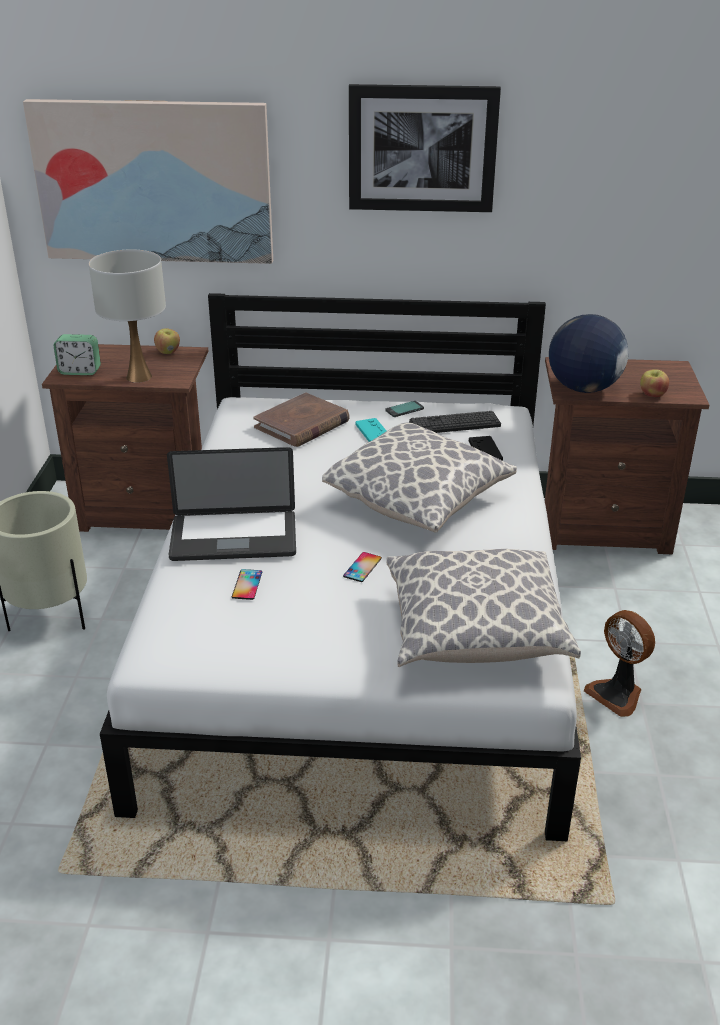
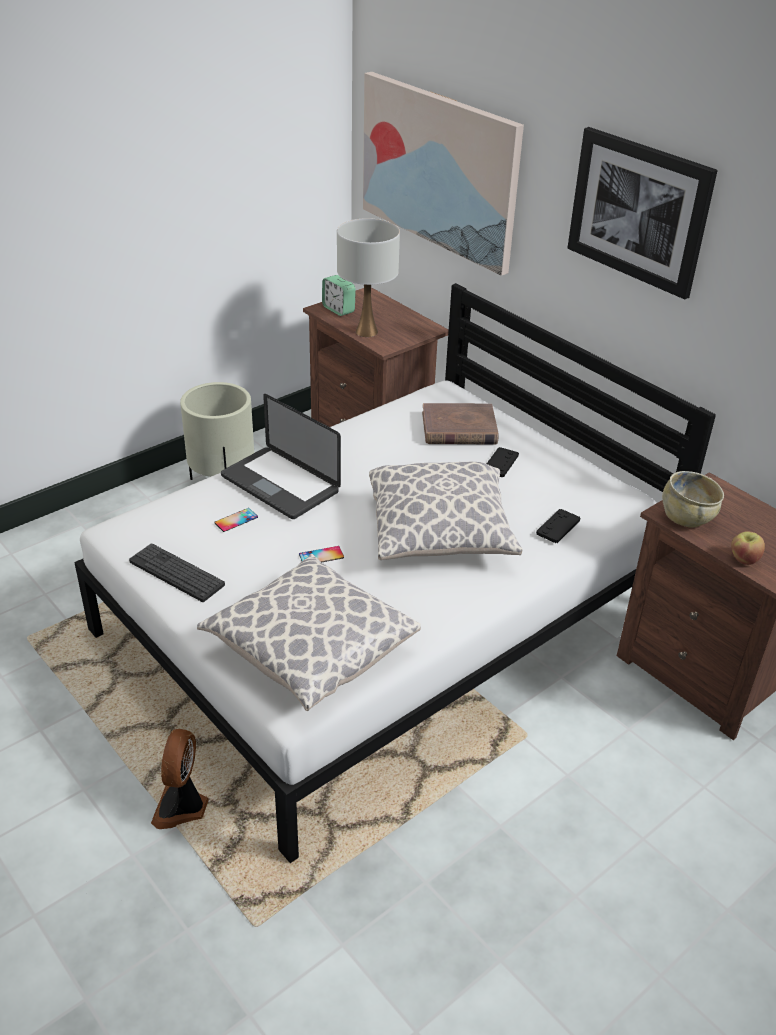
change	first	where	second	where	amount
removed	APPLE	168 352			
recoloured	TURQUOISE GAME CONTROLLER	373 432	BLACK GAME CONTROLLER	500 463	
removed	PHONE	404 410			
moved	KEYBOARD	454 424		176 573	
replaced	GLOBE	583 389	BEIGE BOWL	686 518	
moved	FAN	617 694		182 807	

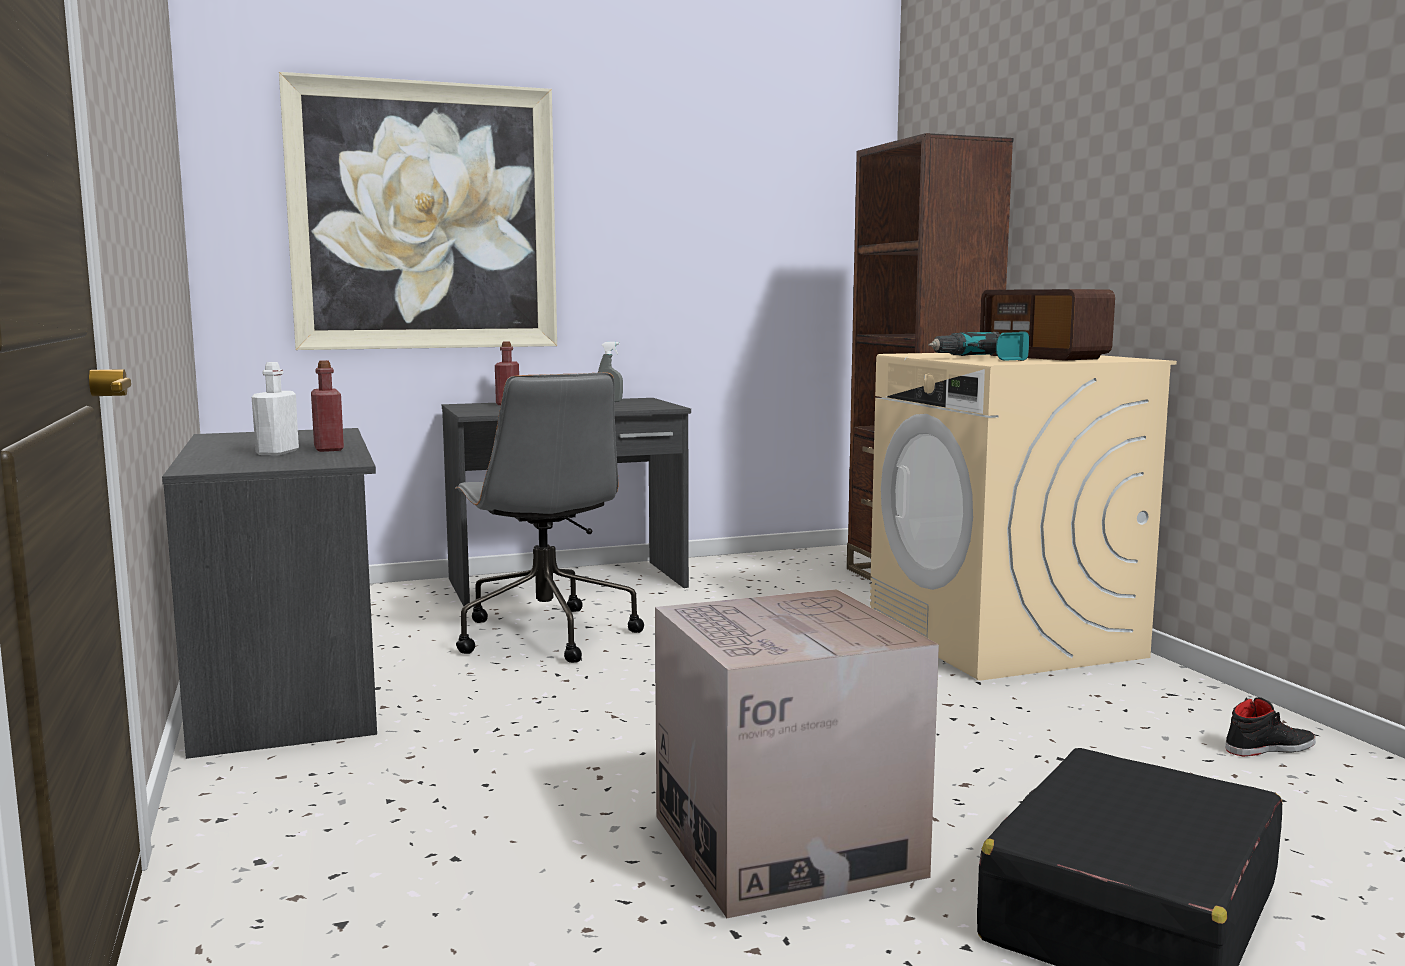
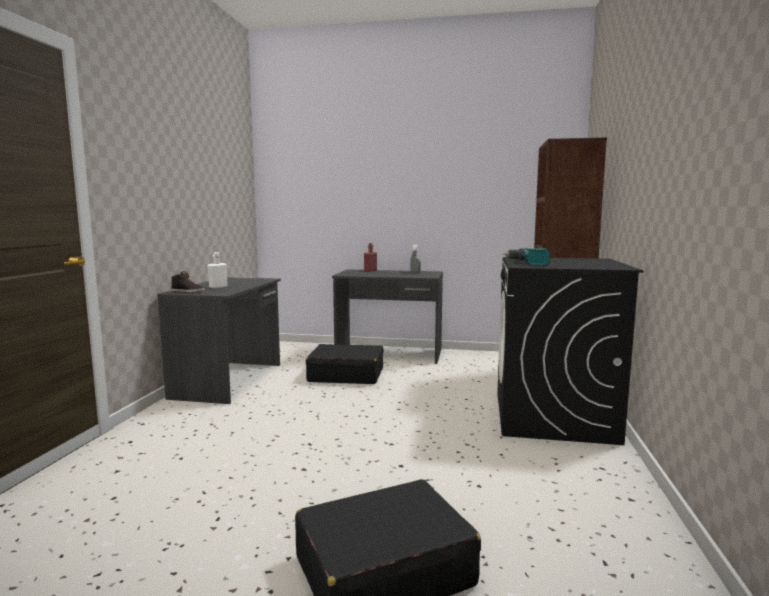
change	first	where	second	where	amount
removed	PICTURE	424 217			
removed	RED BOTTLE	328 449			
replaced	GREY OFFICE CHAIR	544 634	BLACK SUITCASE	346 375	
removed	CARDBOARD BOX	785 845			
recoloured	BEIGE WASHING MACHINE	1003 638	BLACK WASHING MACHINE	553 417	
removed	RADIO	1043 357			
moved	BLACK SHOE	1269 748		188 291	

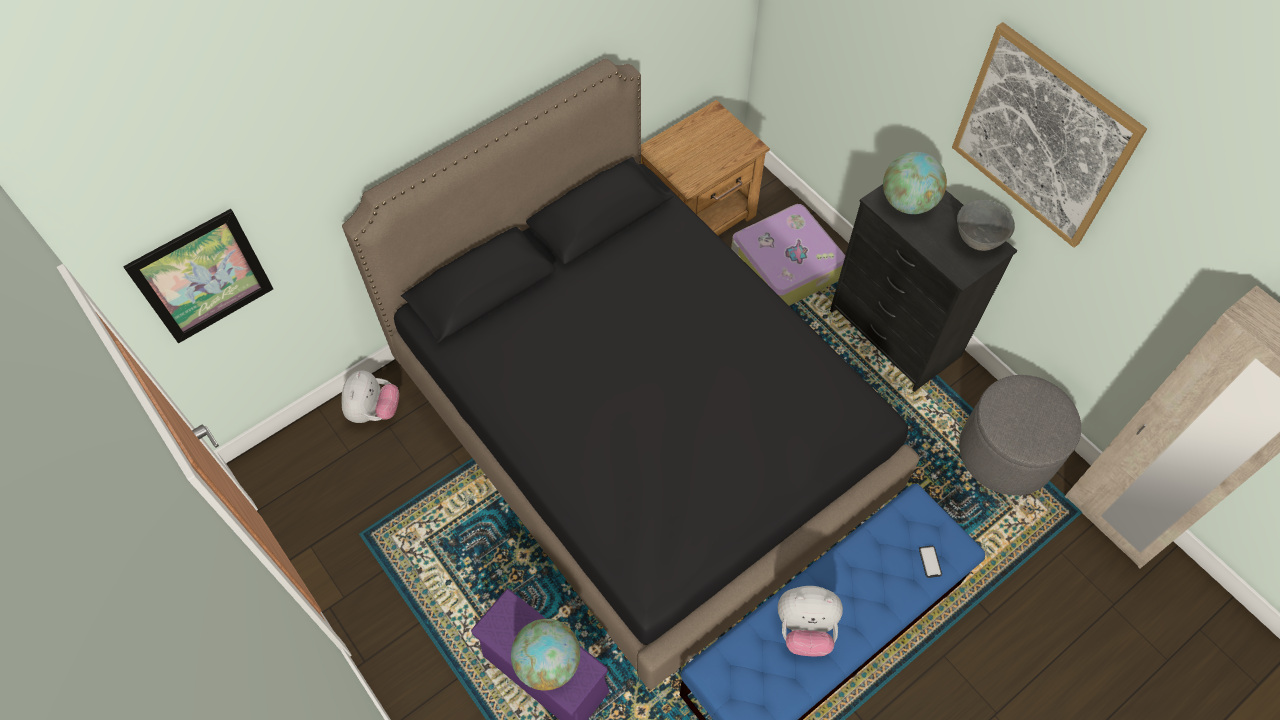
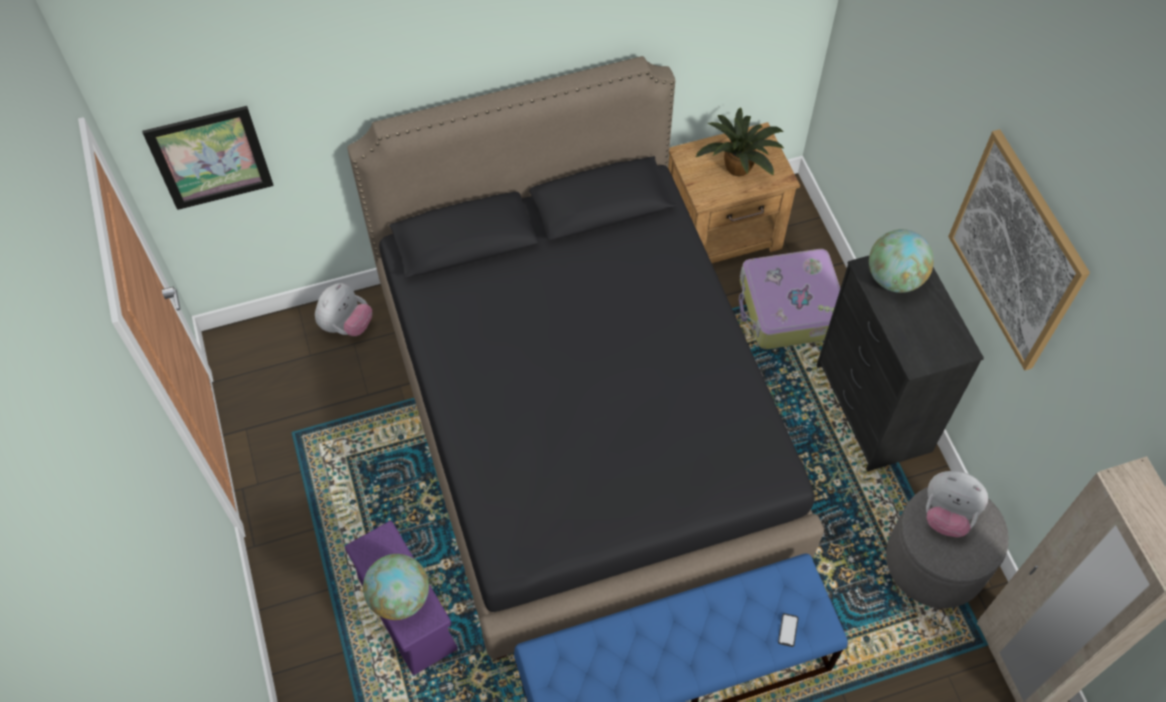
change	first	where	second	where	amount
moved	PLUSH TOY	805 628		947 514	
removed	GREY BOWL	977 239			
added			POTTED PLANT	739 165	

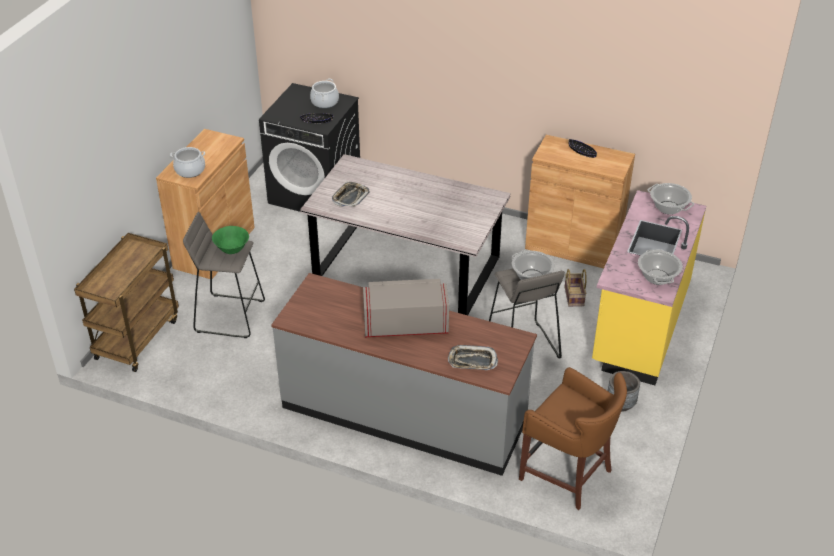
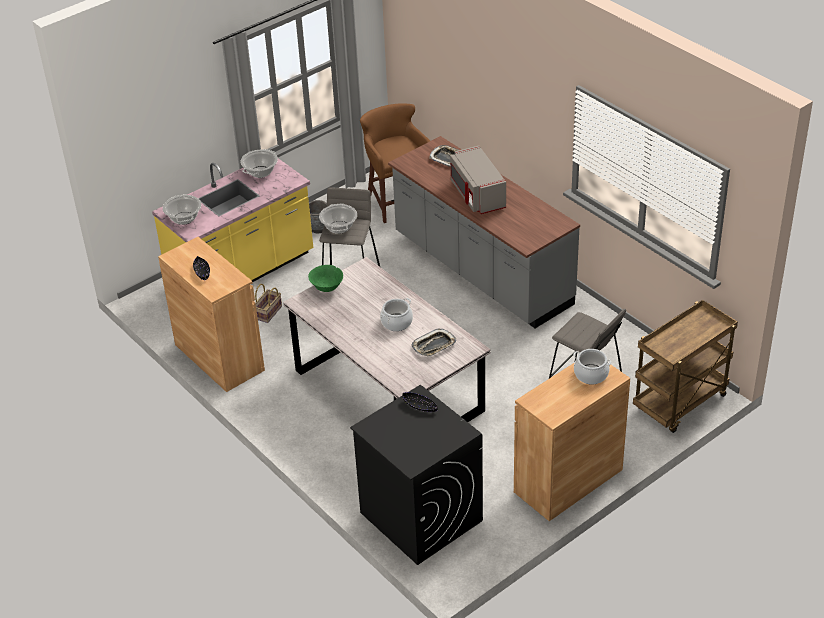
change	first	where	second	where	amount
moved	GREEN BOWL	232 250		327 288	
moved	COOKING POT	324 102		397 322	
turned	GREY MICROWAVE	405 323		476 195	45 degrees clockwise

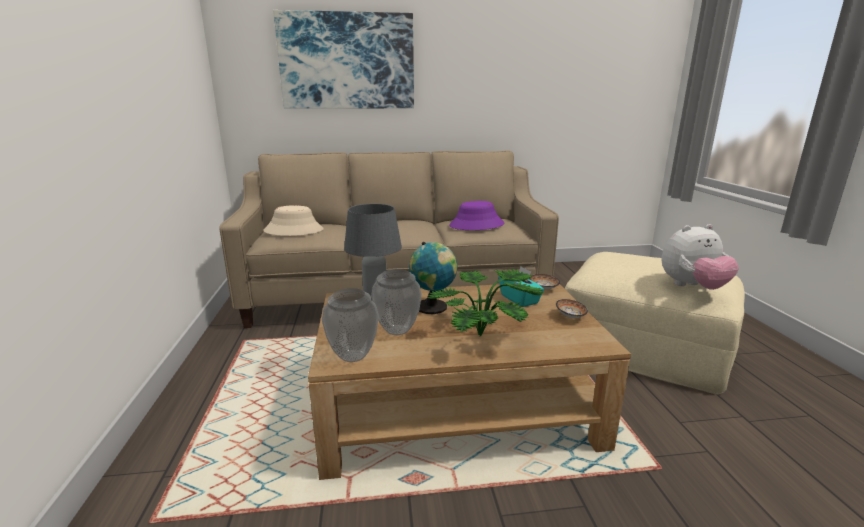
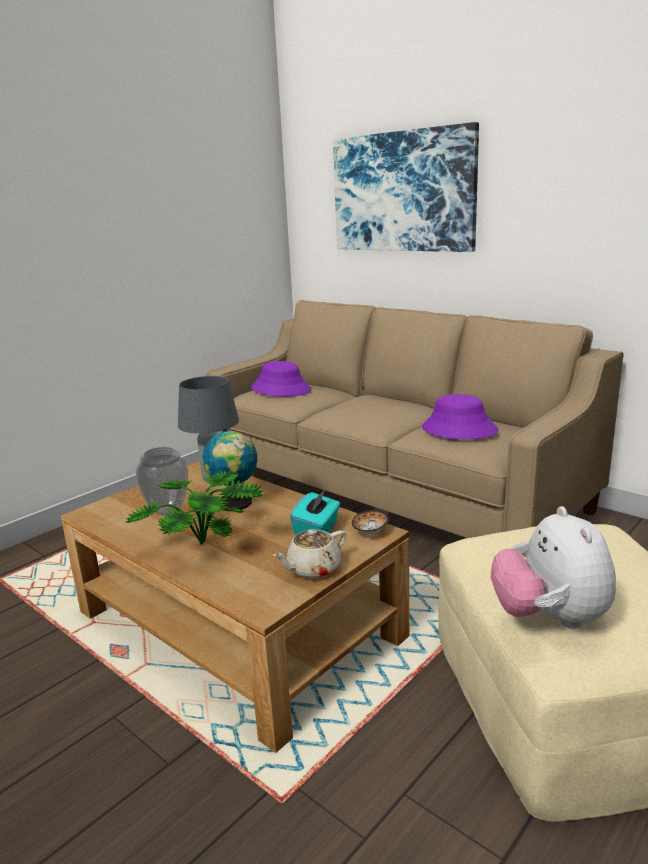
change	first	where	second	where	amount
recoloured	BEIGE HAT	294 230	PURPLE HAT	281 389	
removed	VASE	352 357			
replaced	BOWL	570 316	BEIGE TEAPOT	312 569	
turned	PLUSH TOY	692 287		549 618	45 degrees clockwise

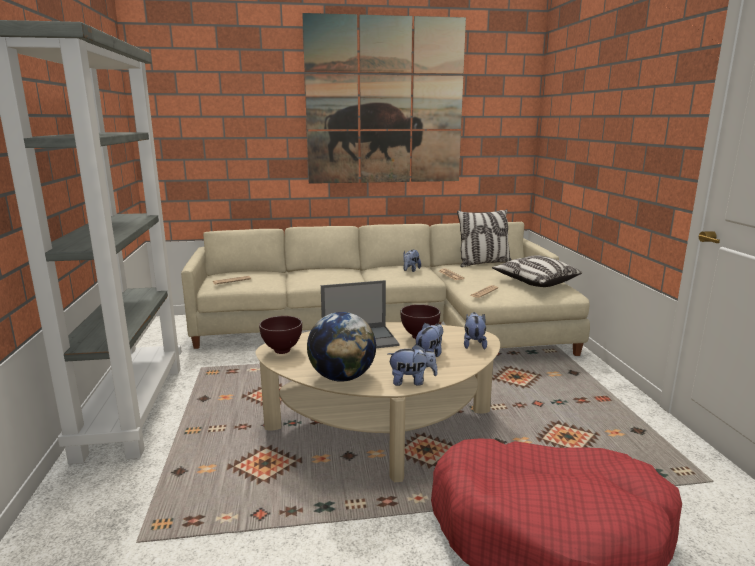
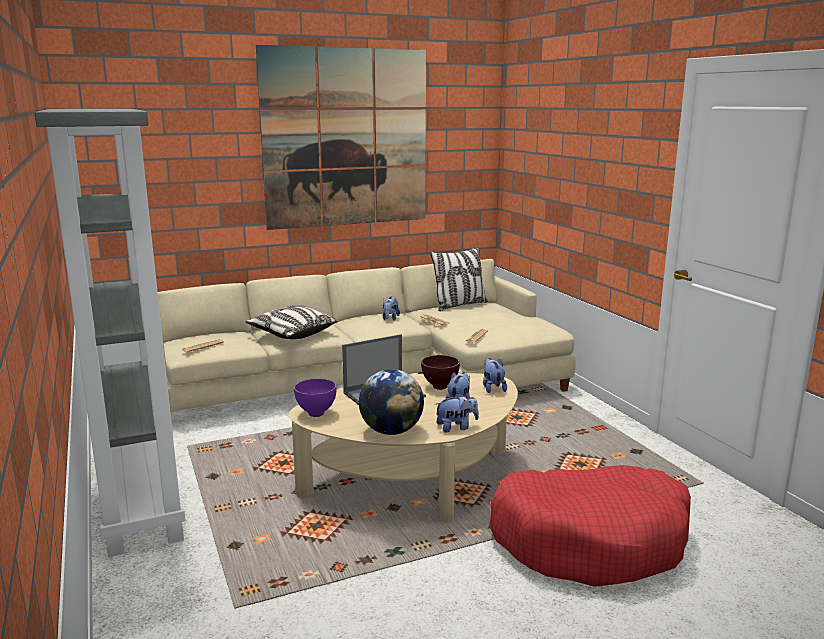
change	first	where	second	where	amount
recoloured	BROWN BOWL	283 351	PURPLE BOWL	317 414	
moved	PILLOW	535 282		292 334	

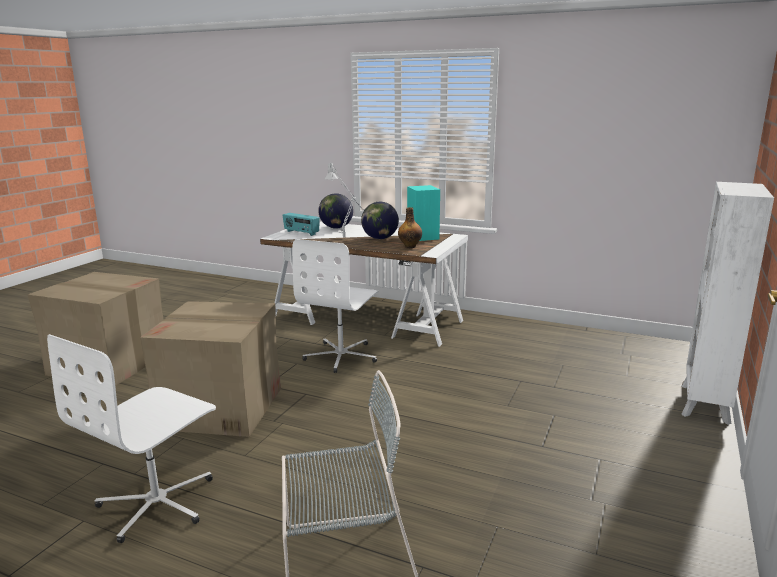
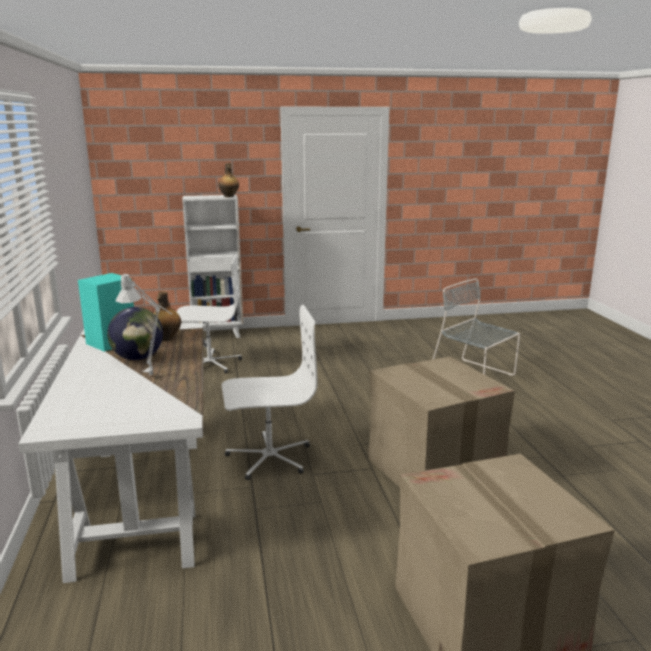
change	first	where	second	where	amount
moved	WHITE OFFICE CHAIR	158 503		209 363	
removed	RADIO	301 233			
removed	GLOBE	336 228			
added			BOTTLE	229 196	

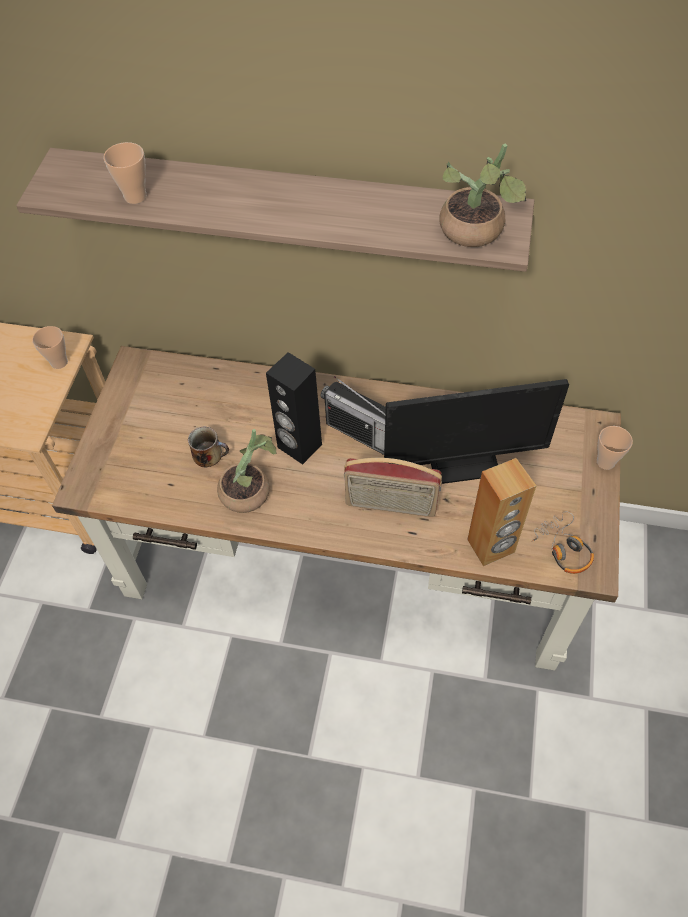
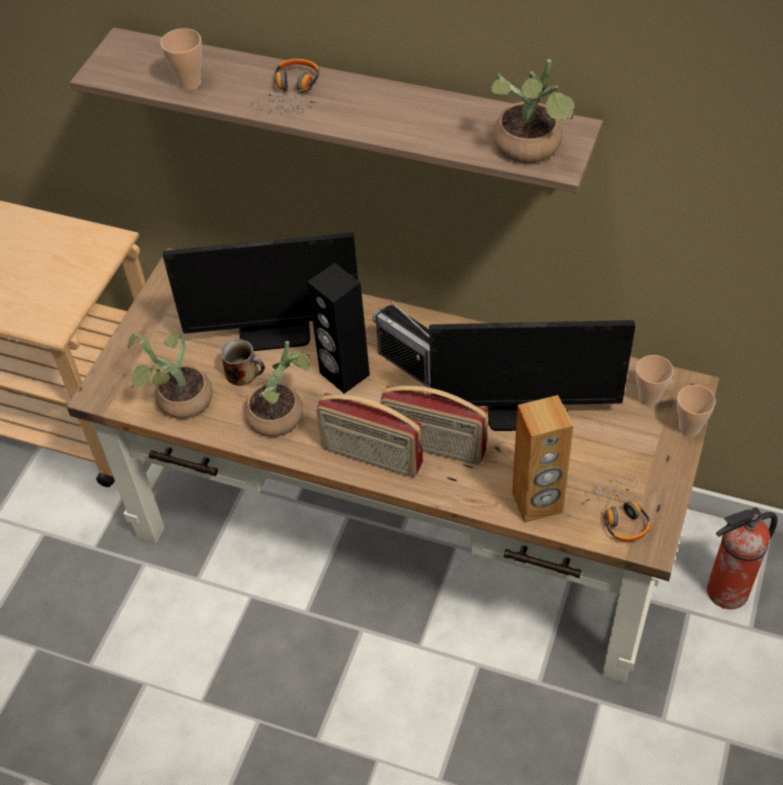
change	first	where	second	where	amount
moved	CUP	59 362		649 398	
added			POTTED PLANT	178 401	
added			MONITOR	274 331	
added			HEADPHONES	292 92	
added			RADIO	371 457	
added			FIRE EXTINGUISHER	725 592	

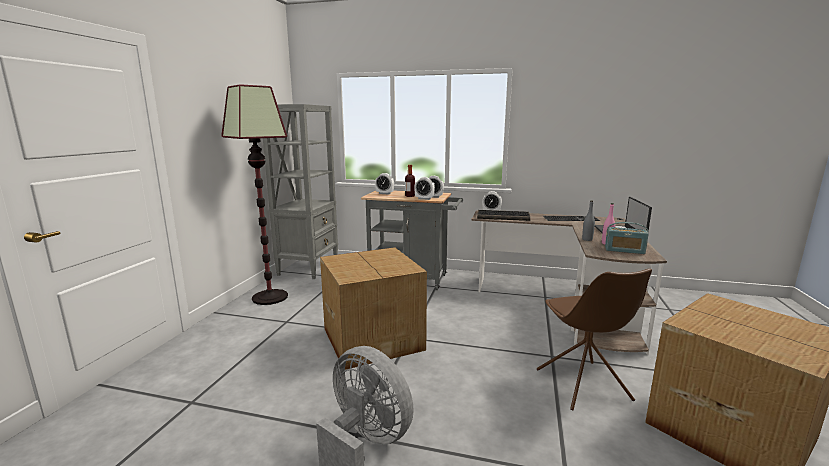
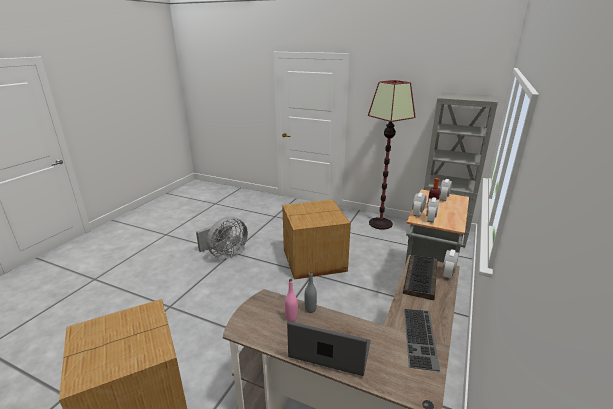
change	first	where	second	where	amount
removed	BROWN CHAIR	583 386			
removed	RADIO	624 250			

